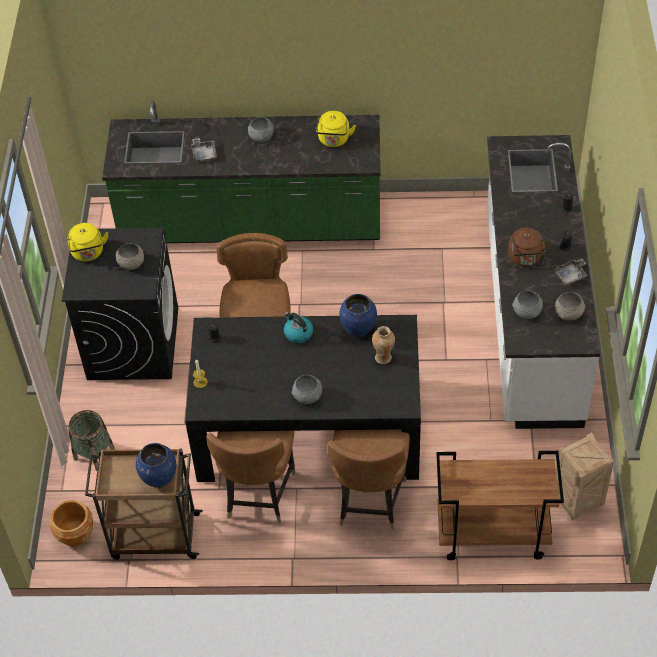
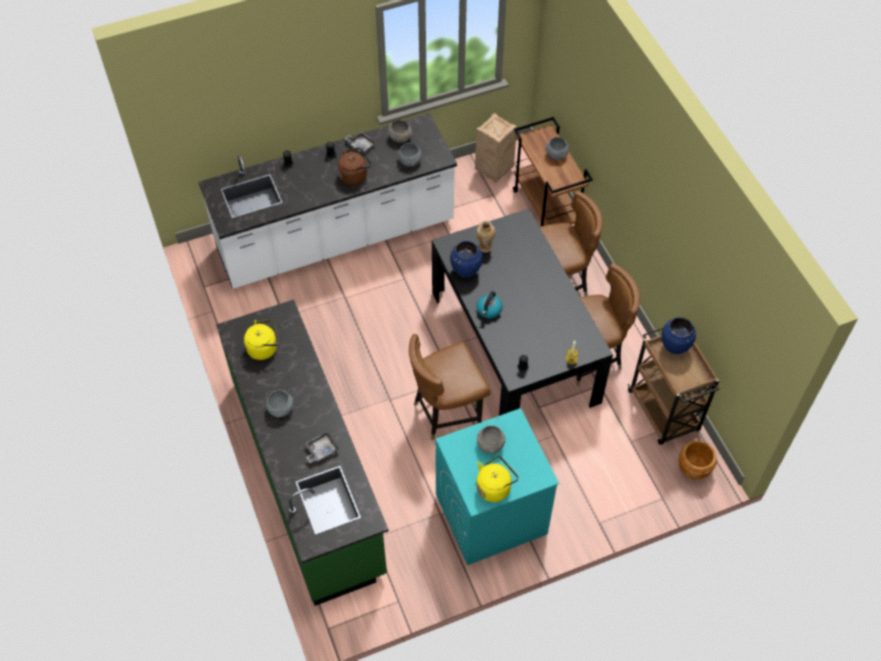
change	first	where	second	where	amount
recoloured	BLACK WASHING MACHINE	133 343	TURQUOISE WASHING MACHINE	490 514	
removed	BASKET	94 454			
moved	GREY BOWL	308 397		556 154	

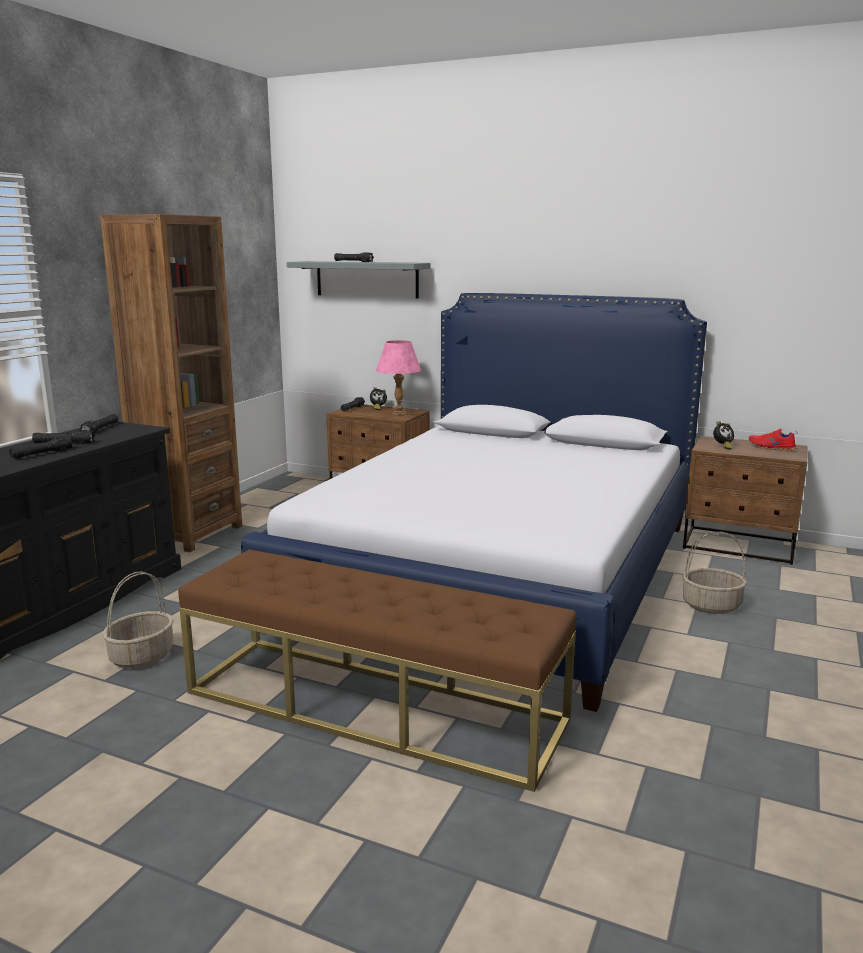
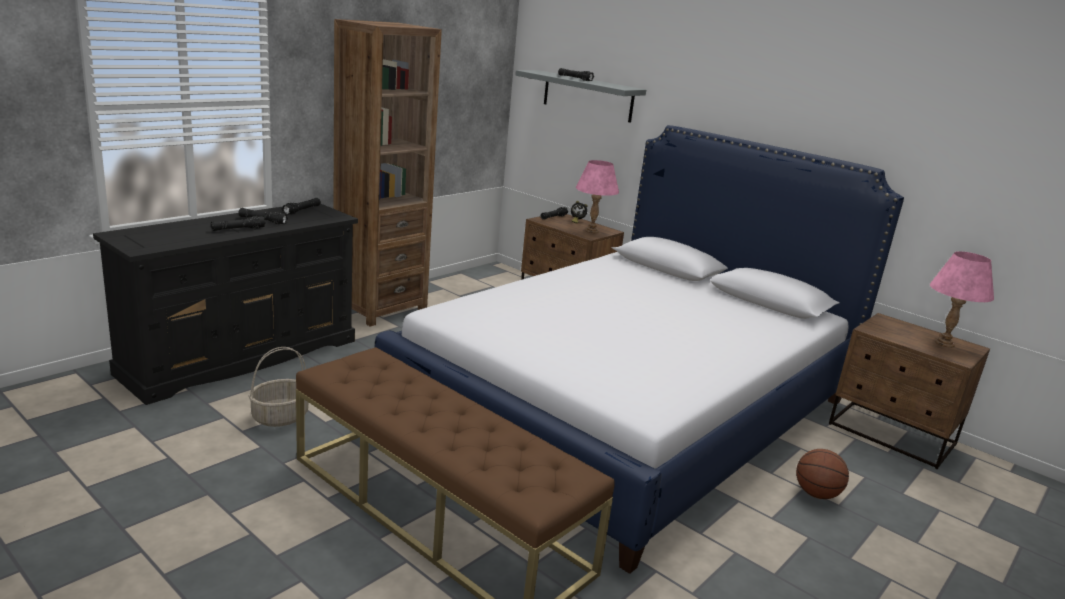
change	first	where	second	where	amount
replaced	BASKET	710 606	BASKETBALL	816 494	
removed	ALARM CLOCK	722 447			
replaced	RED SHOE	771 448	PINK TABLE LAMP	944 343	

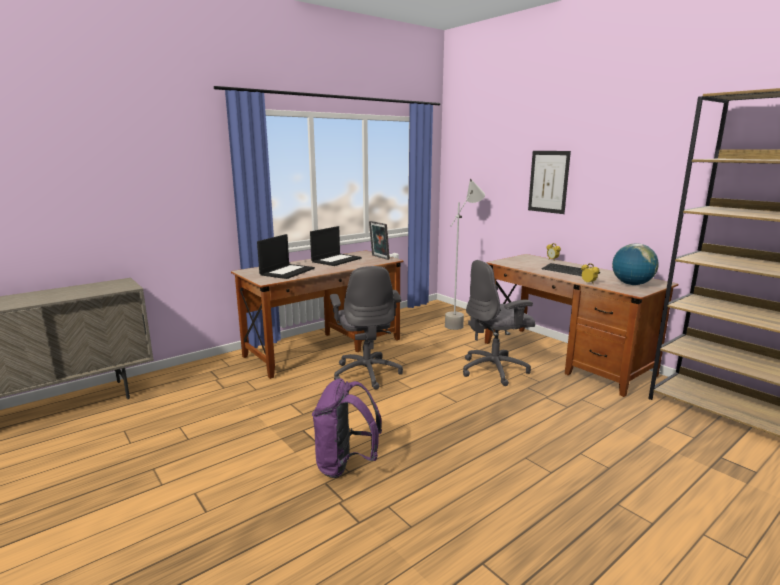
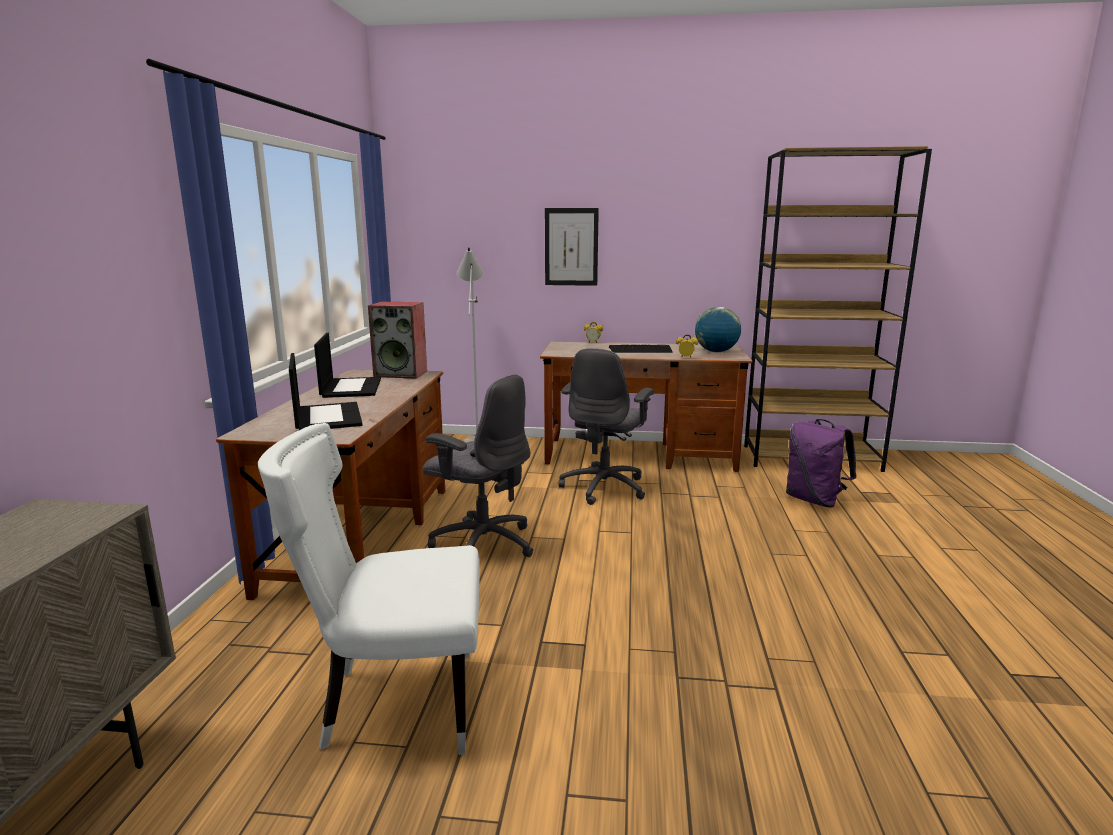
change	first	where	second	where	amount
moved	PURPLE BACKPACK	345 465		814 500	
replaced	PICTURE FRAME	379 257	SPEAKER	401 373	
added			WHITE CHAIR	395 703	

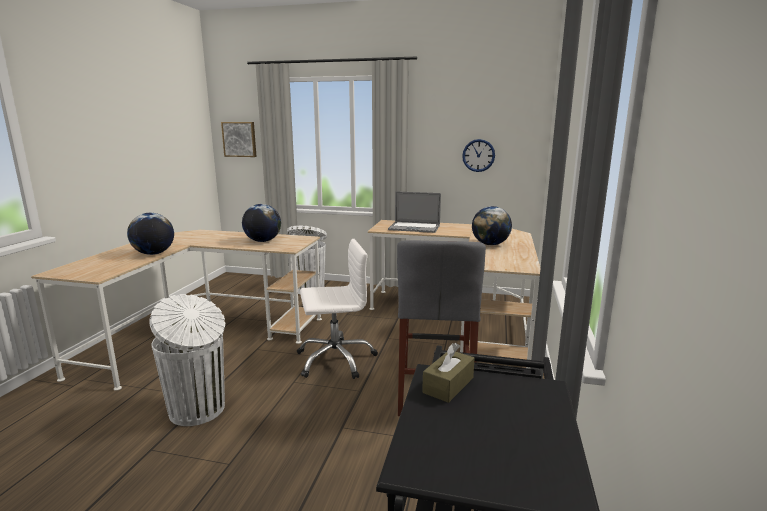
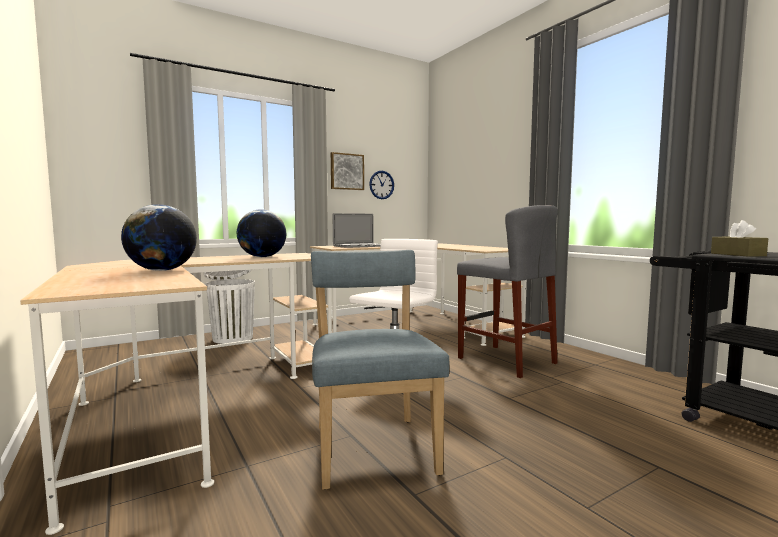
change	first	where	second	where	amount
replaced	WHITE TRASH CAN	198 410	BLUE CHAIR	373 446	
moved	PICTURE	239 139		346 172	
removed	GLOBE	490 244			

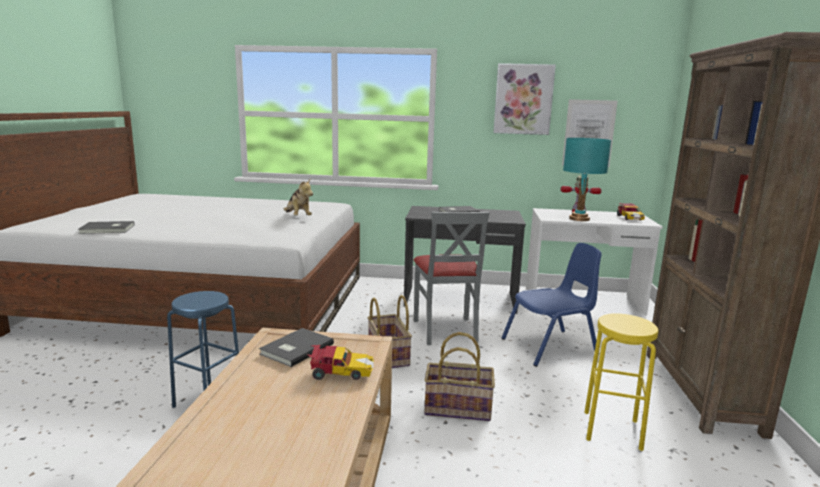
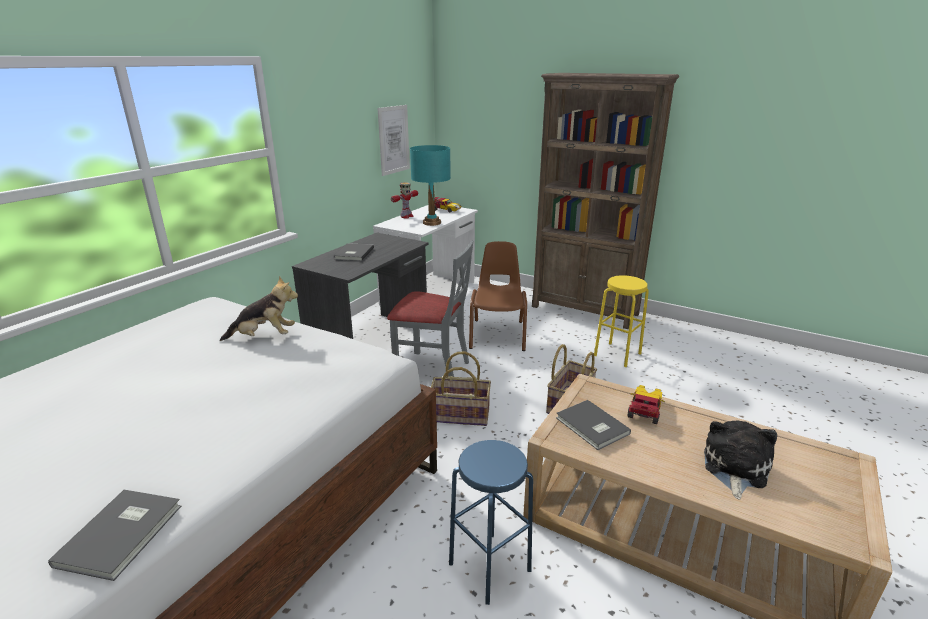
change	first	where	second	where	amount
removed	PICTURE	523 99			
recoloured	BLUE CHAIR	550 347	BROWN CHAIR	498 334	
added			PLUSH TOY	734 468	

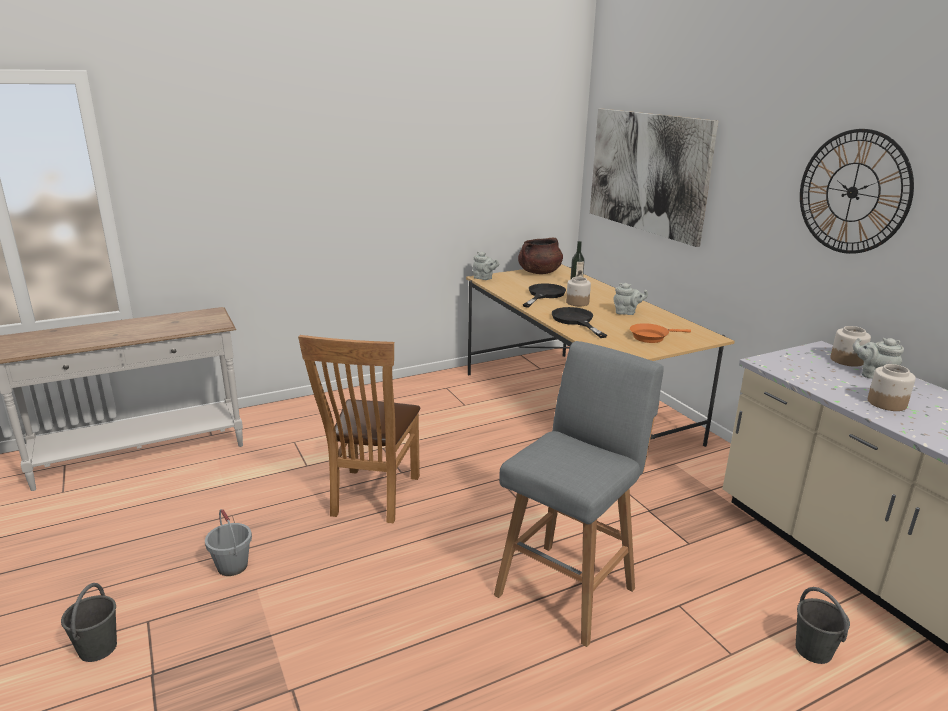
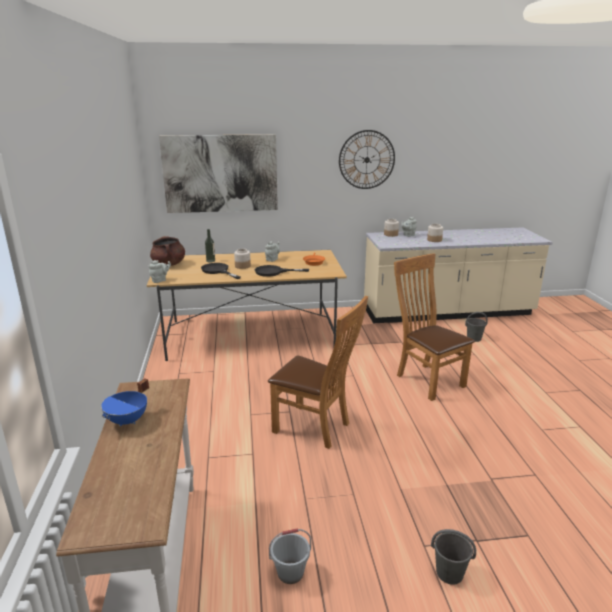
change	first	where	second	where	amount
moved	GREY BUCKET	232 566		290 573	
replaced	GREY STOOL	568 589	BROWN CHAIR	426 379	
added			BLUE COOKING POT	128 421	

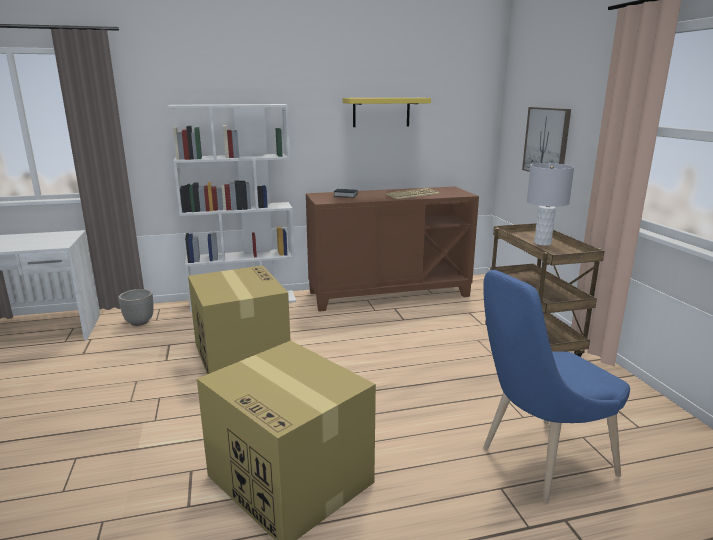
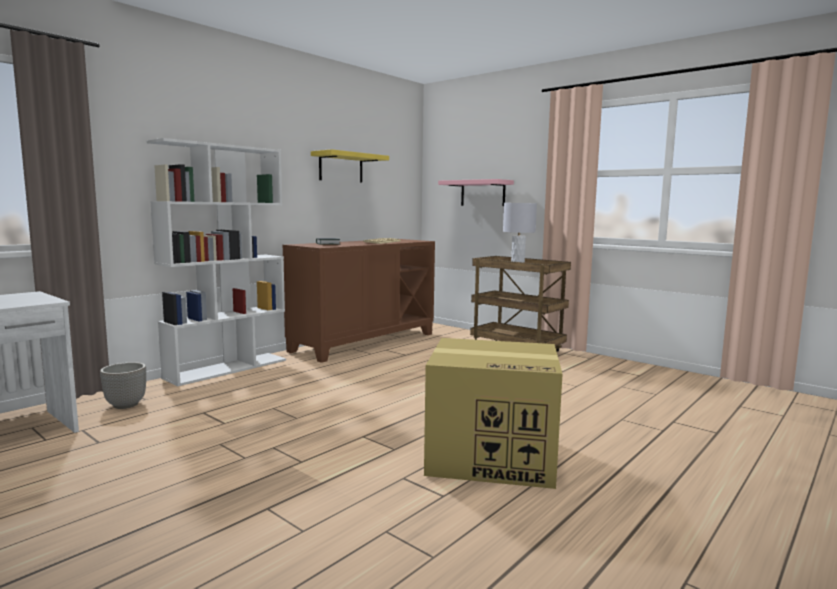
change	first	where	second	where	amount
removed	CARDBOARD BOX	241 354			
removed	BLUE CHAIR	540 463			
replaced	PICTURE	546 141	PINK SHELF	482 193	

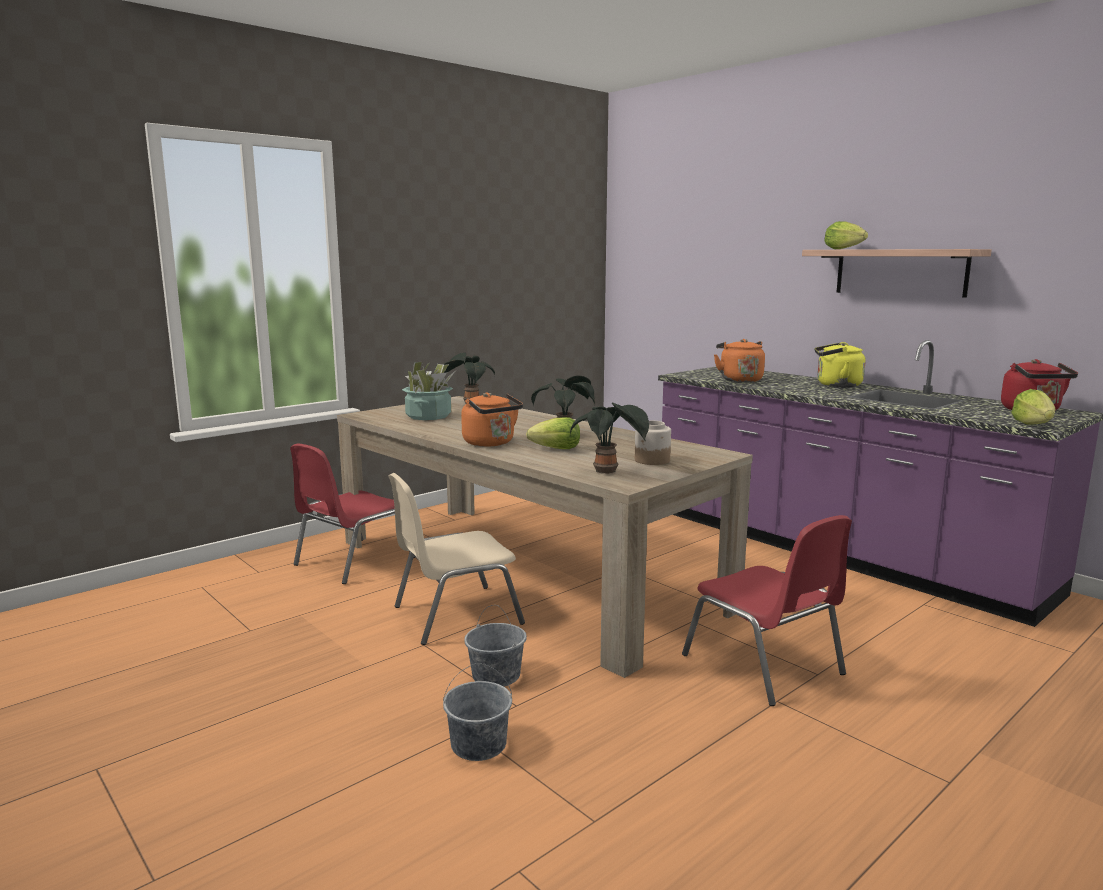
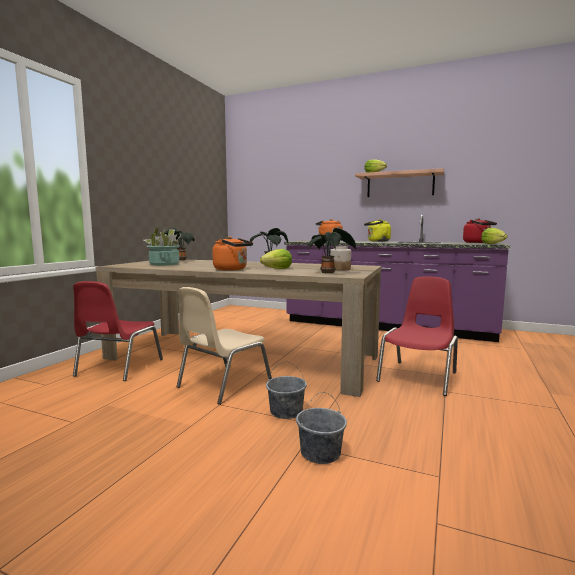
change	first	where	second	where	amount
turned	RED CHAIR	765 665		419 377	90 degrees counterclockwise

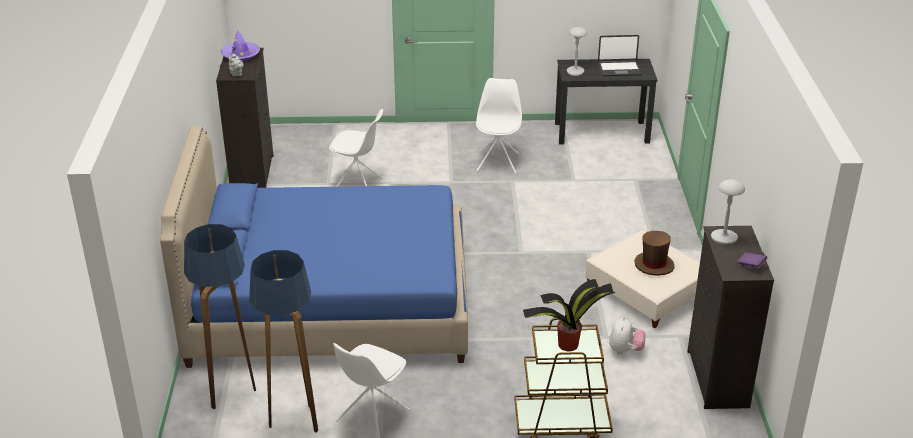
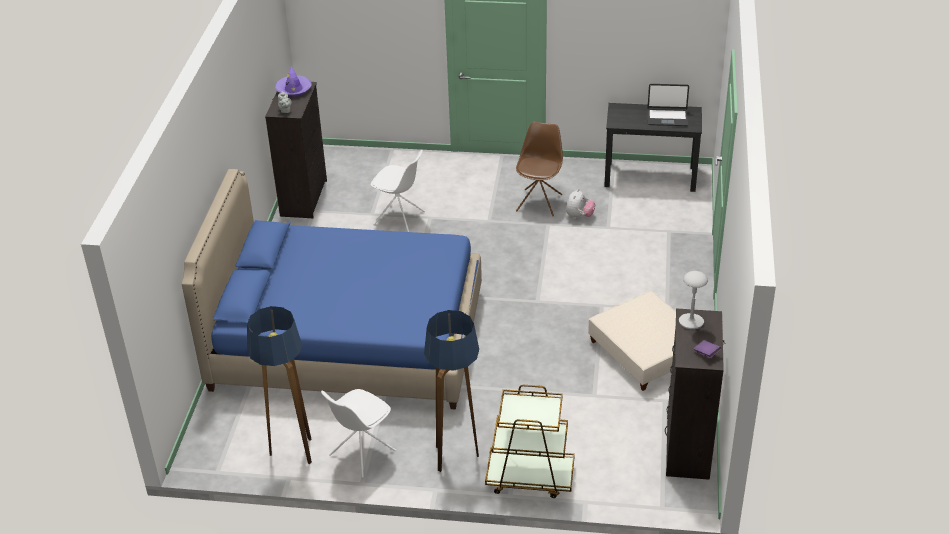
change	first	where	second	where	amount
moved	FLOOR LAMP	231 393		456 457	
recoloured	WHITE CHAIR	498 162	BROWN CHAIR	539 202	
removed	POTTED PLANT	567 345			
removed	GREY TABLE LAMP	575 72			
moved	PLUSH TOY	625 350		579 216	
removed	BROWN HAT	654 265			

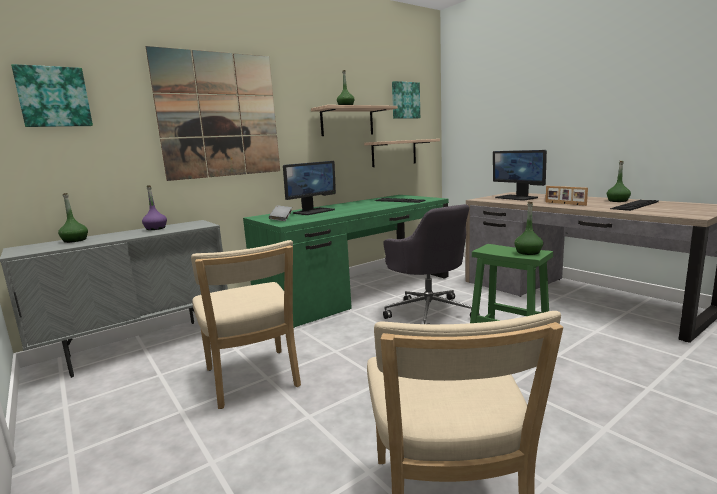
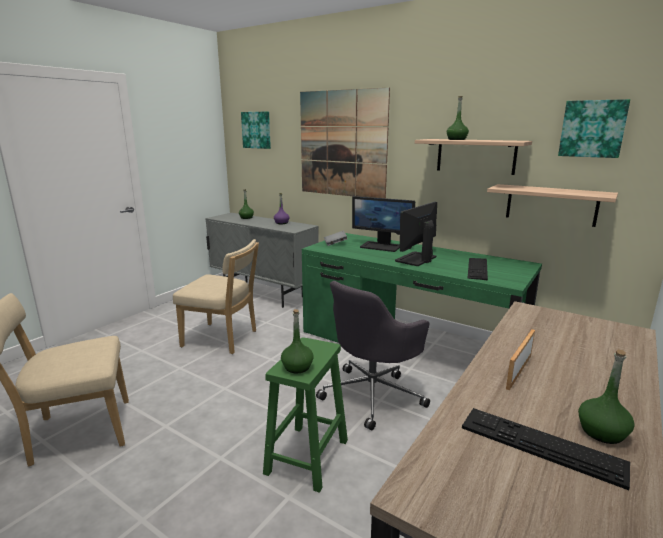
change	first	where	second	where	amount
turned	BEIGE CHAIR	253 380		223 339	120 degrees counterclockwise
moved	MONITOR	517 198		416 259	

